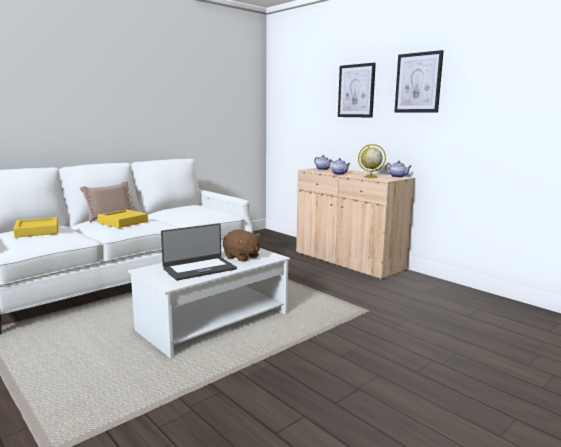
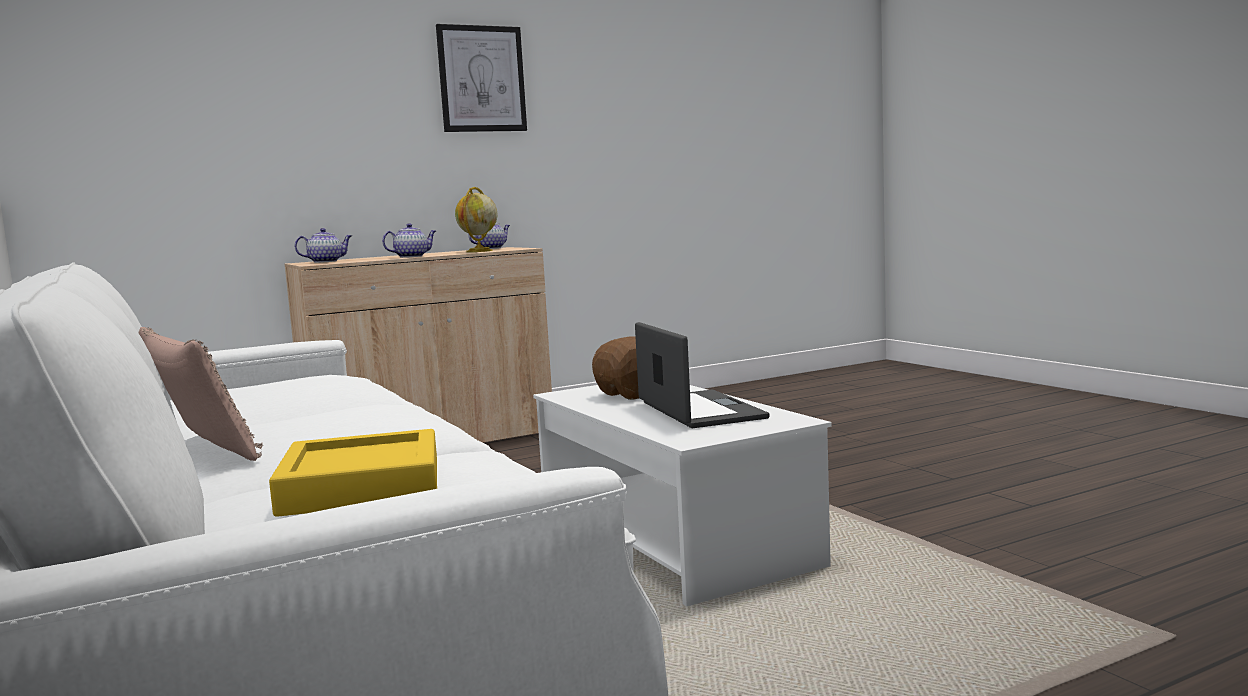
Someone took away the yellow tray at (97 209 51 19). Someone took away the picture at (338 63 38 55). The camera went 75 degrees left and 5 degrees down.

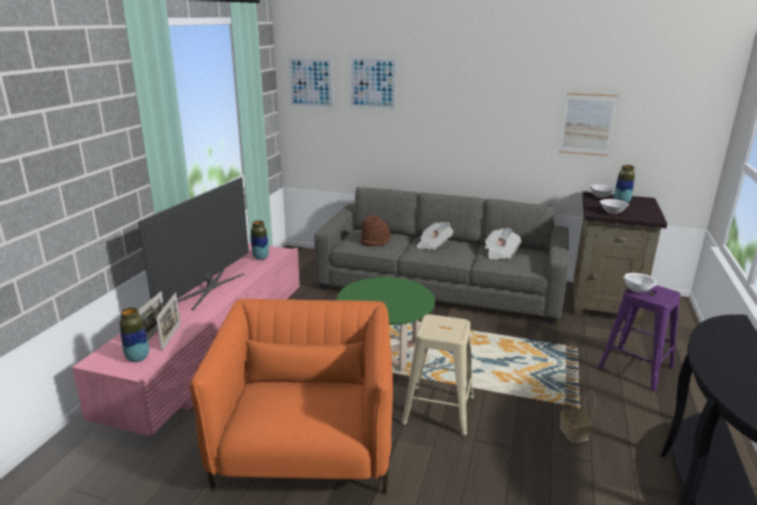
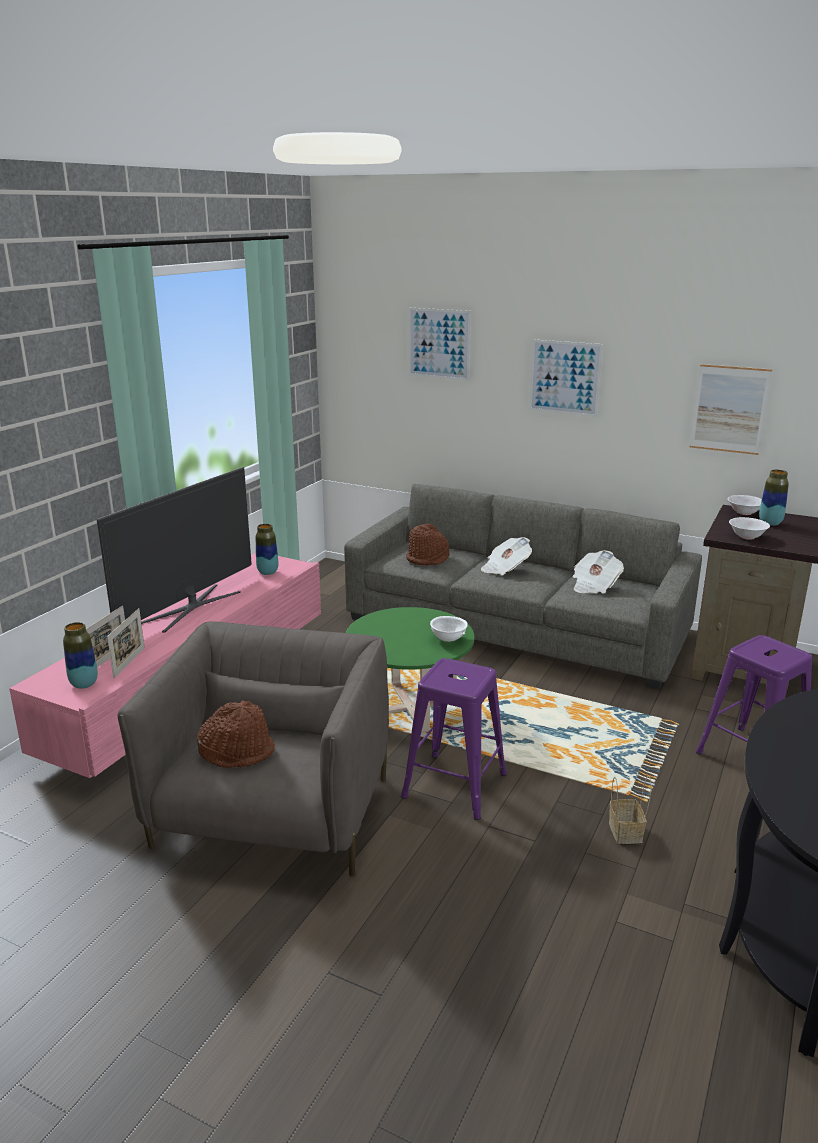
Someone repainted the orange armchair at (190 299 203 195), which became the grey armchair at (118 621 271 256). Someone put down the brown hat at (197 700 78 68). Someone repainted the beige stool at (401 314 73 122), which became the purple stool at (401 658 106 162). Someone carried the white bowl from (623 273 34 20) to (430 616 38 26). Someone carried the picture from (288 57 46 51) to (529 339 74 78). The camera went 10 degrees right and 0 degrees up.

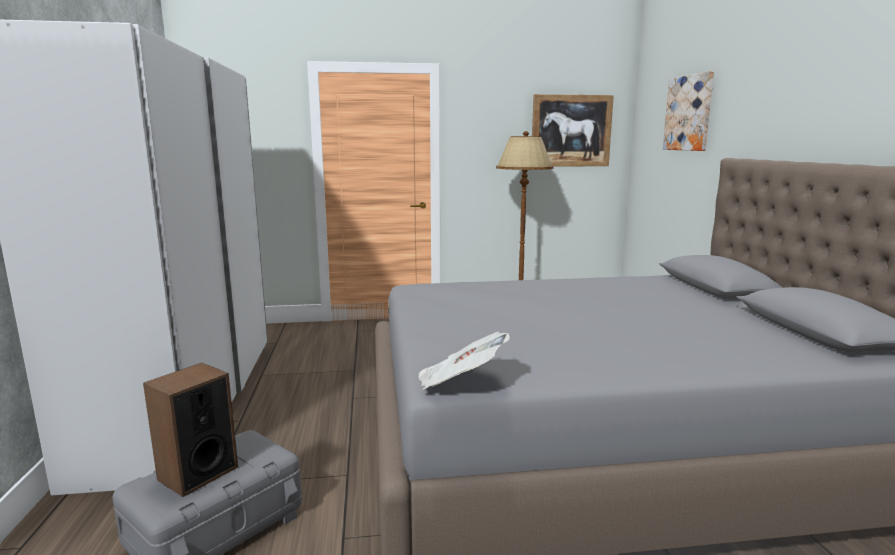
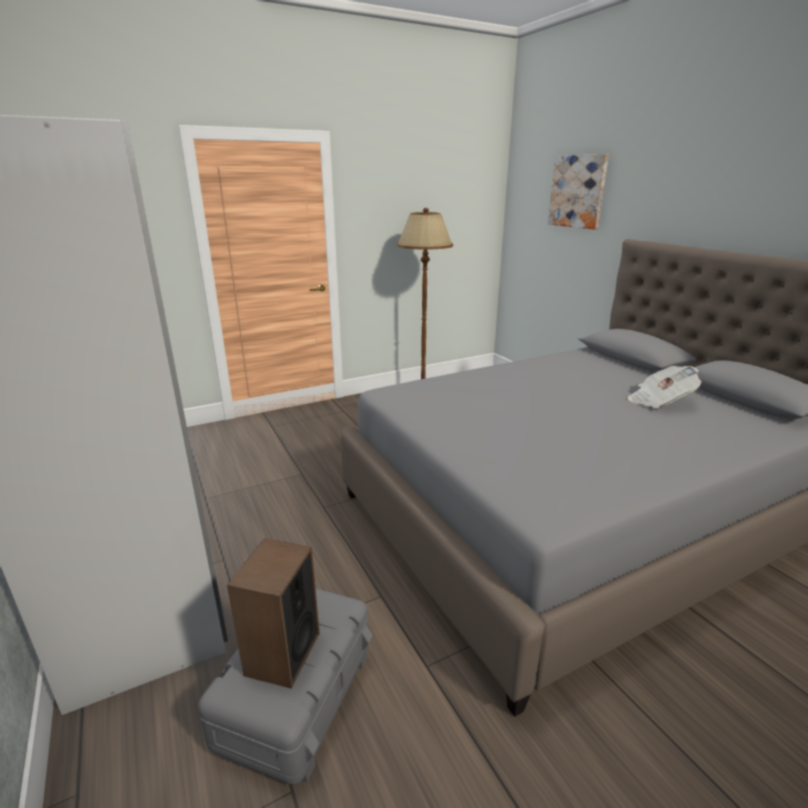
Someone carried the newspaper from (419 332 91 58) to (627 366 74 42). Someone took away the picture at (532 94 82 73). The camera went 20 degrees left and 10 degrees up.

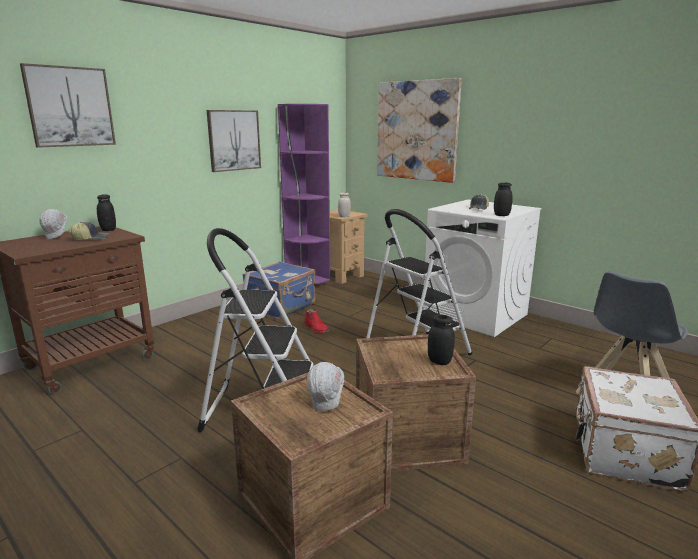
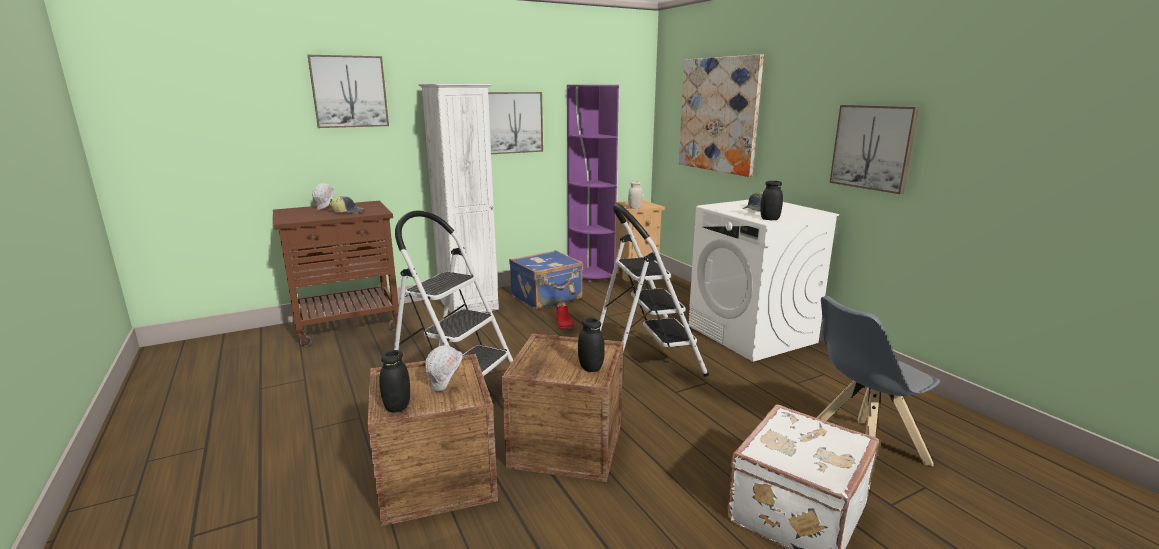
Someone carried the black jar from (97 194 19 37) to (380 350 30 62). Someone put down the white cabinet at (418 84 81 229). Someone put up the picture at (830 105 89 89). The camera went 20 degrees right and 0 degrees up.

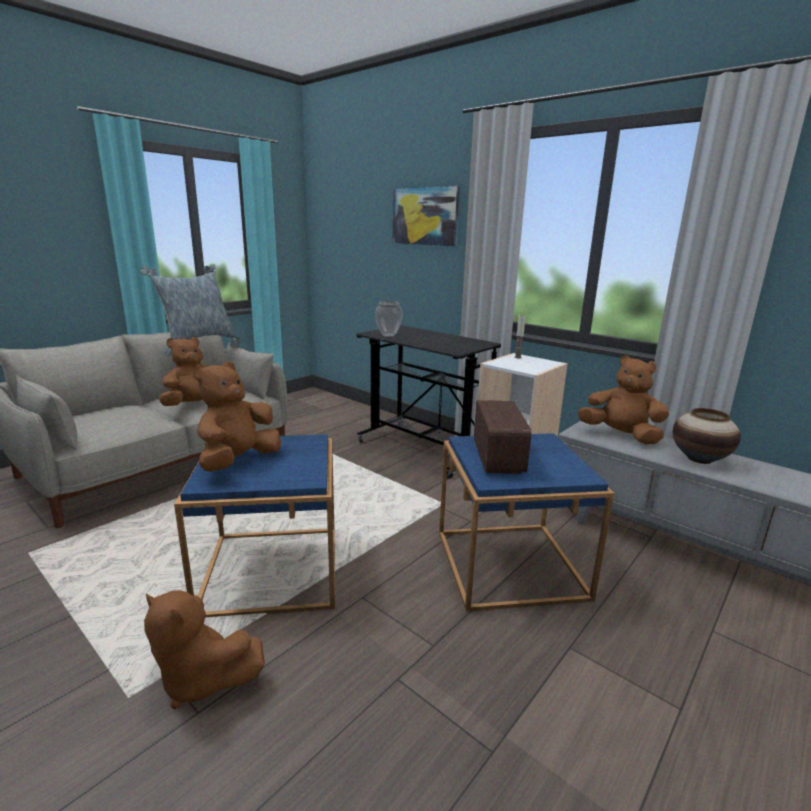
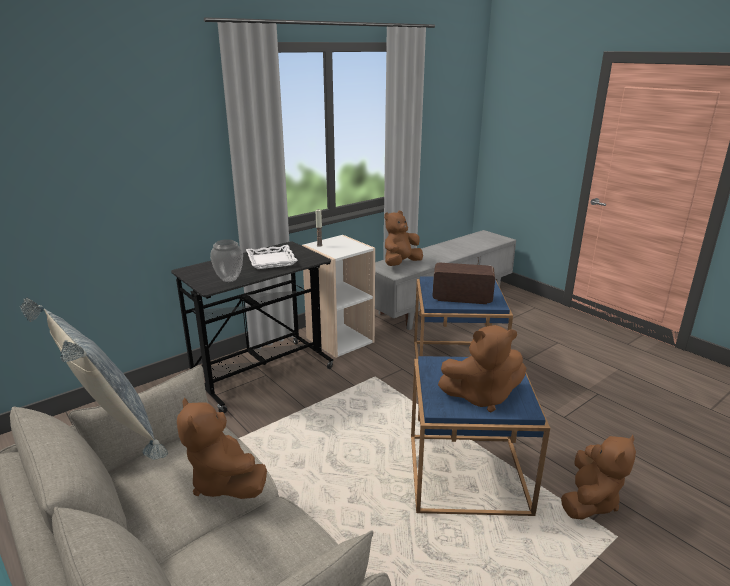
Someone put down the white tray at (246 245 52 24). Someone rotated the brown plush toy at (193 361 88 111) by 45 degrees counterclockwise. Someone took away the picture at (393 186 67 60). Someone took away the vase at (673 408 68 56). The camera went 80 degrees left and 5 degrees up.

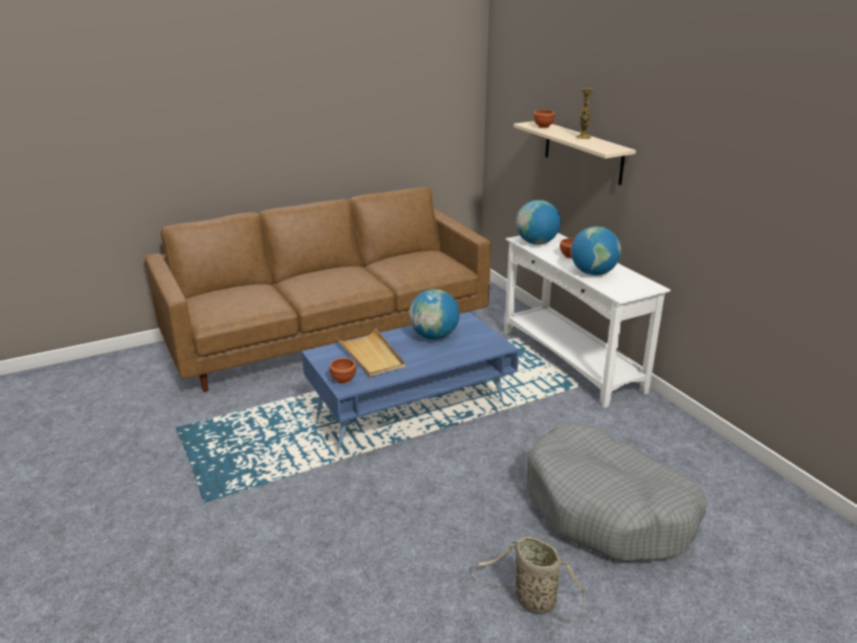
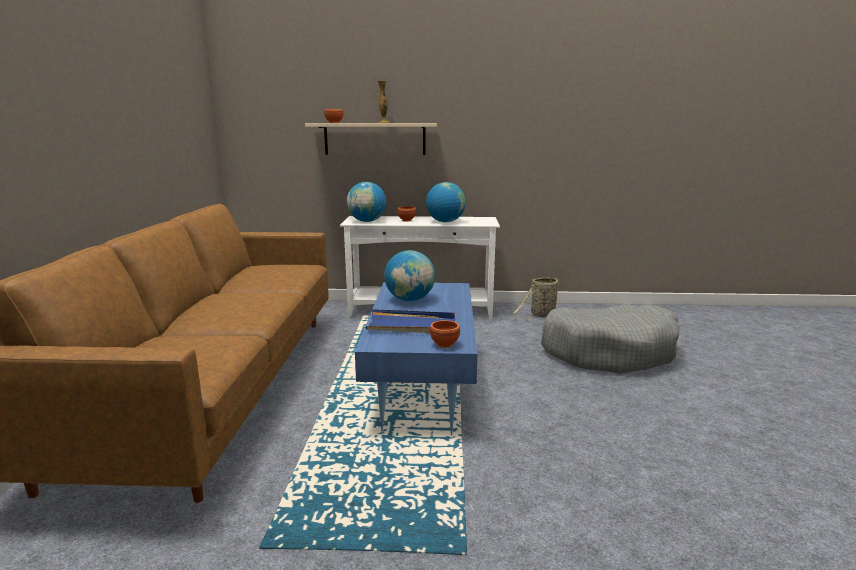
Someone repainted the beige tray at (337 328 69 49), which became the blue tray at (365 309 90 24). Someone carried the basket from (474 537 110 84) to (512 277 49 43). The camera went 60 degrees left and 10 degrees down.

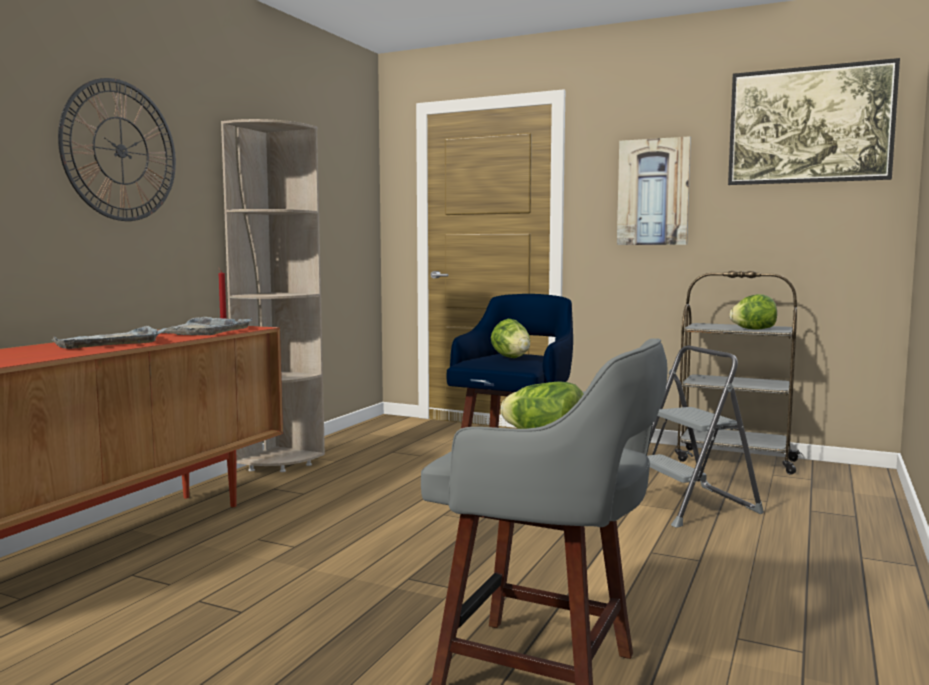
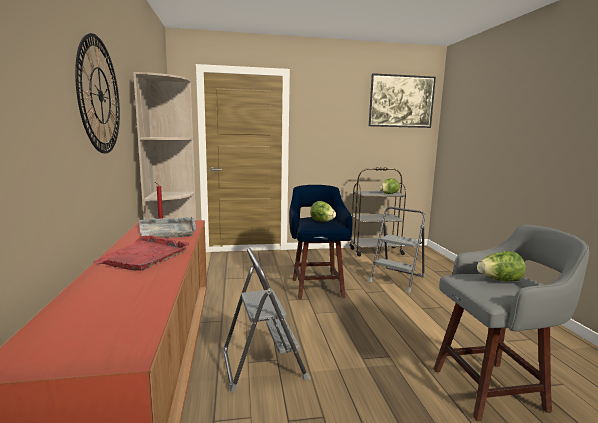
Someone repainted the grey tray at (52 326 110 23), which became the red tray at (93 236 96 35). Someone put down the grey step ladder at (223 248 88 145). Someone took away the picture at (617 136 74 109). The camera went 35 degrees left and 5 degrees up.

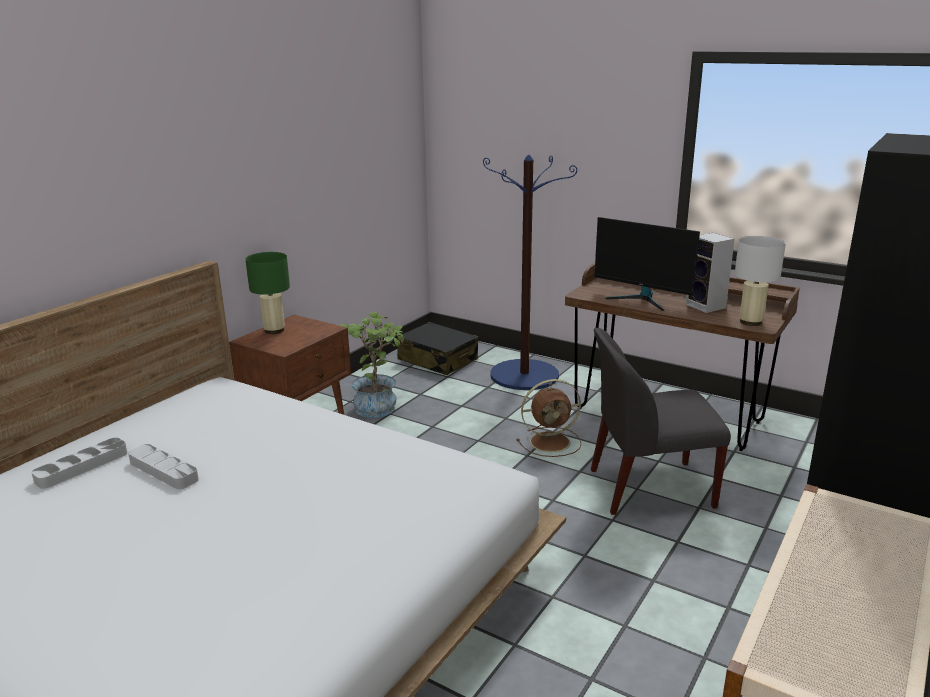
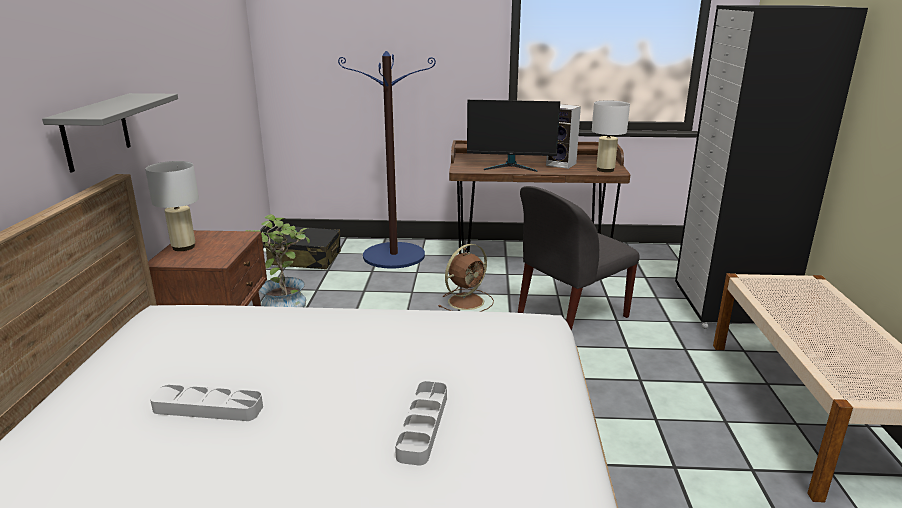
Someone put up the grey shelf at (42 93 136 79). Someone repainted the green table lamp at (246 252 44 82), which became the white table lamp at (145 161 54 90). Someone carried the grey tray from (31 437 96 52) to (395 381 52 85). The camera went 30 degrees left and 0 degrees up.

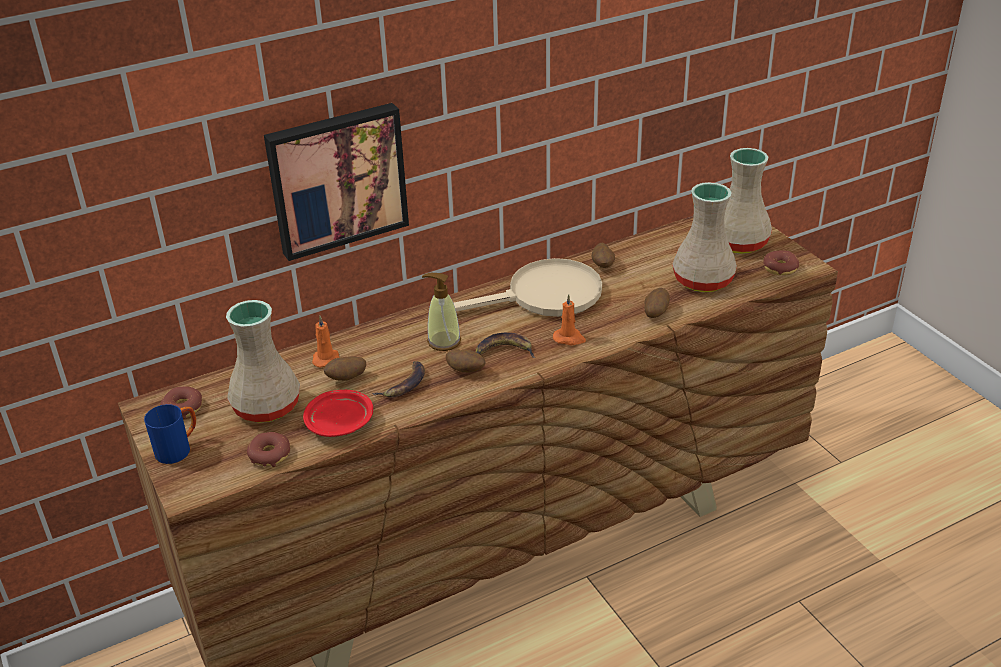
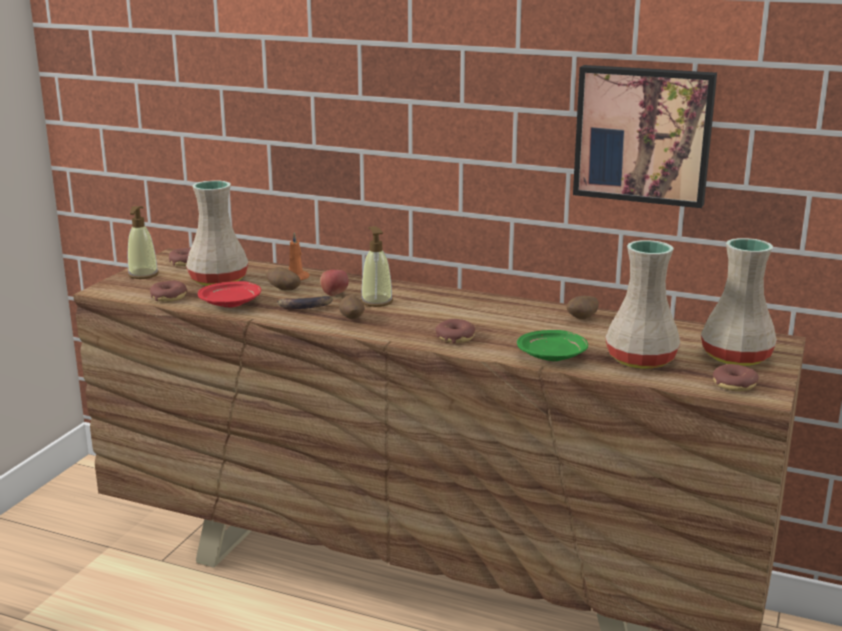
Someone swapped the blue mug at (144 404 52 60) for the soap dispenser at (128 206 31 73). Someone put down the apple at (320 270 29 26). Someone swapped the orange candle at (553 294 33 51) for the donut at (436 319 39 25). Someone swapped the potato at (644 288 26 30) for the green plate at (517 330 71 31). Someone carried the picture from (264 103 145 158) to (573 65 144 143). Someone took away the beige frying pan at (454 258 148 59). Someone took away the banana at (476 333 59 25). The camera went 50 degrees right and 15 degrees down.

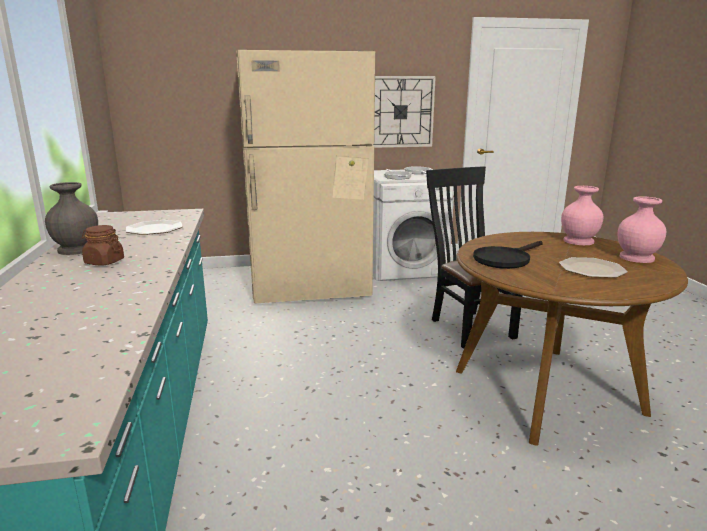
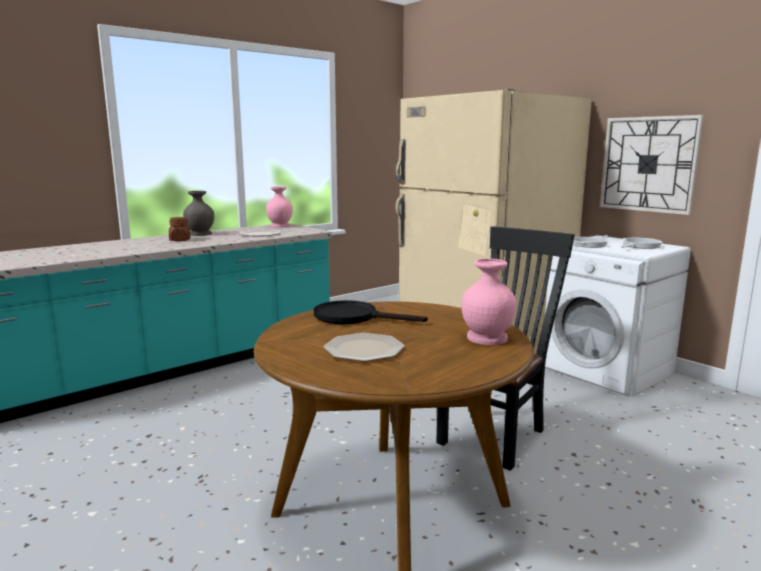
Someone carried the pink vase from (618 196 49 67) to (266 186 27 42). The camera went 60 degrees right and 5 degrees down.

